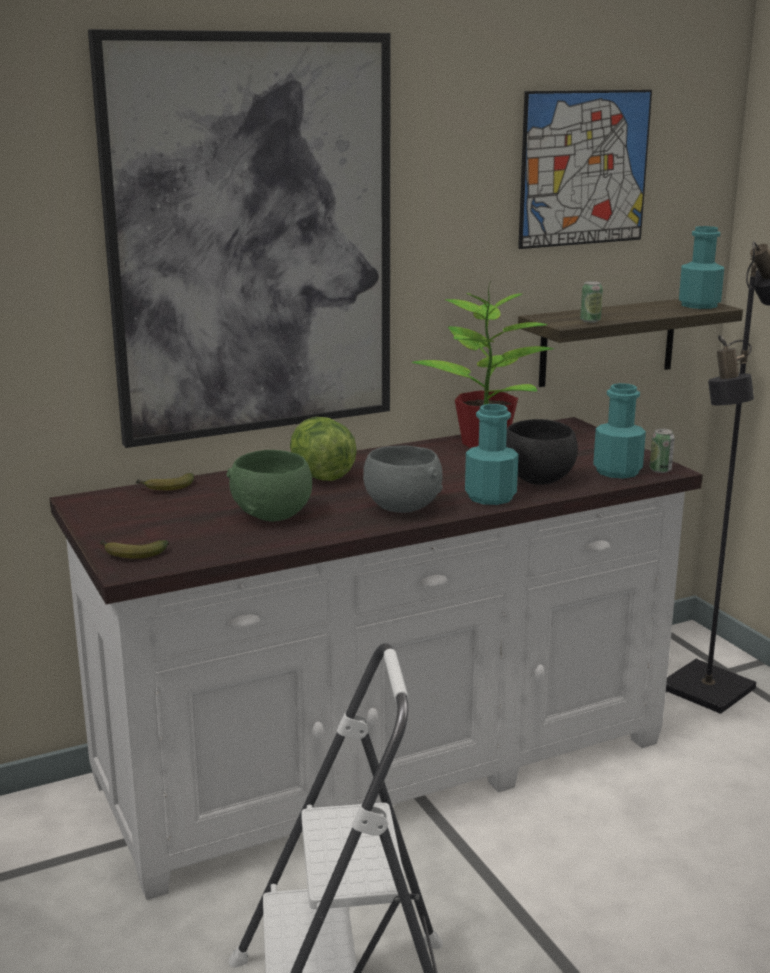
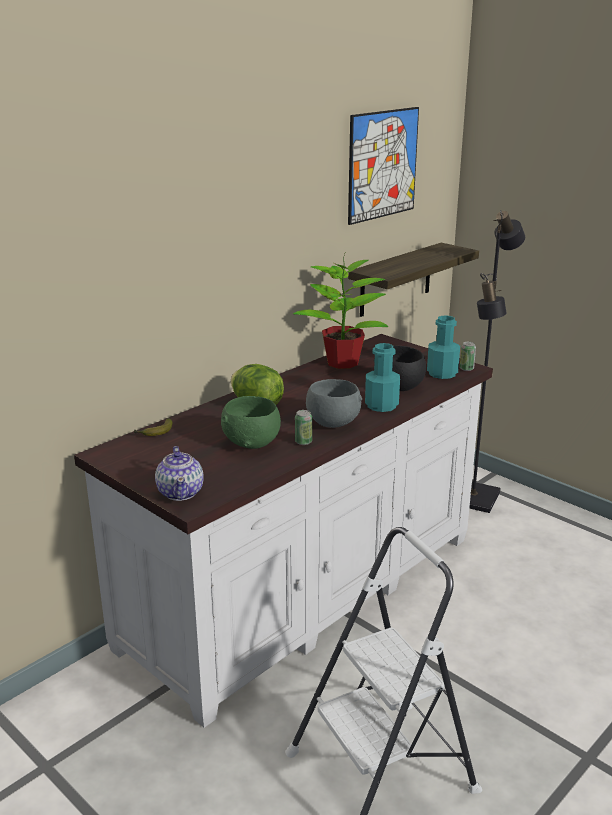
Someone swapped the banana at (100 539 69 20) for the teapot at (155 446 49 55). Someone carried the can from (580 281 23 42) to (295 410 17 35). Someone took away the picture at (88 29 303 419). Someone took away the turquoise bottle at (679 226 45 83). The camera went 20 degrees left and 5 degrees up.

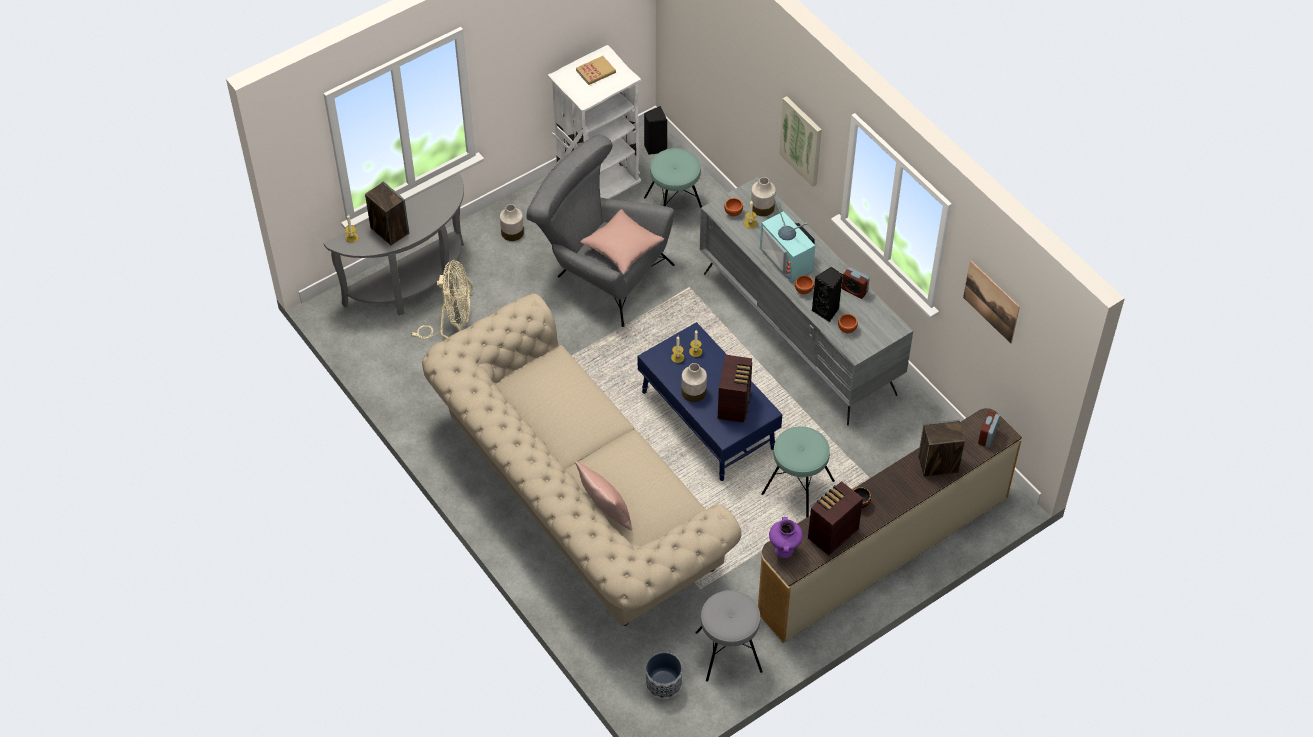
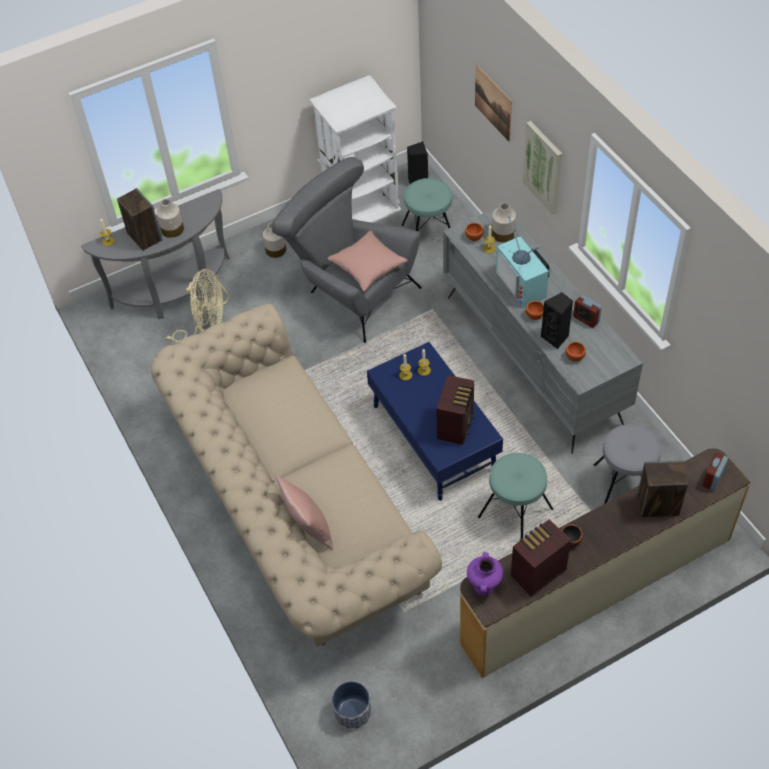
Someone carried the beige vase from (681 363 26 39) to (156 199 28 39). Someone carried the picture from (963 261 57 82) to (475 64 37 78). Someone carried the grey stool from (695 590 68 92) to (594 424 67 80). Someone took away the book at (576 56 40 29). The camera went 10 degrees right and 0 degrees up.

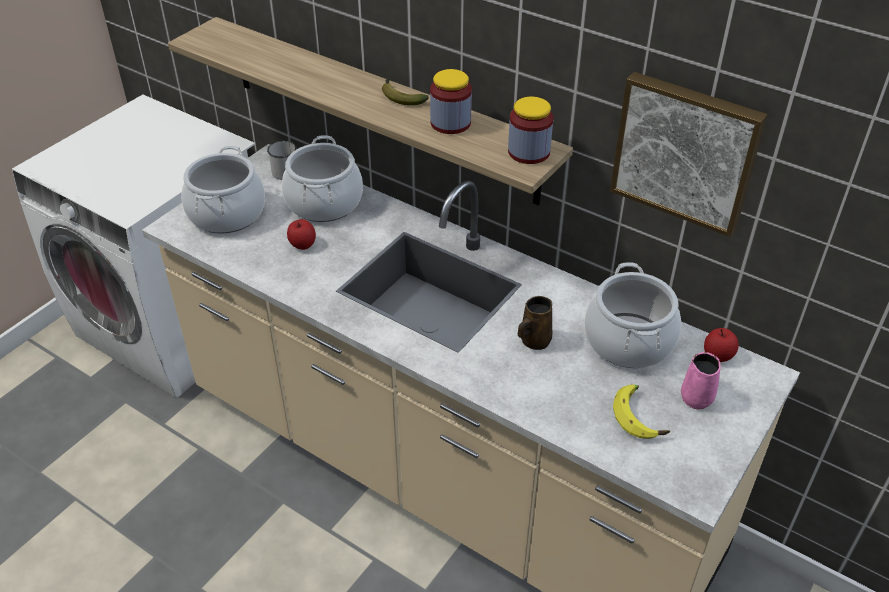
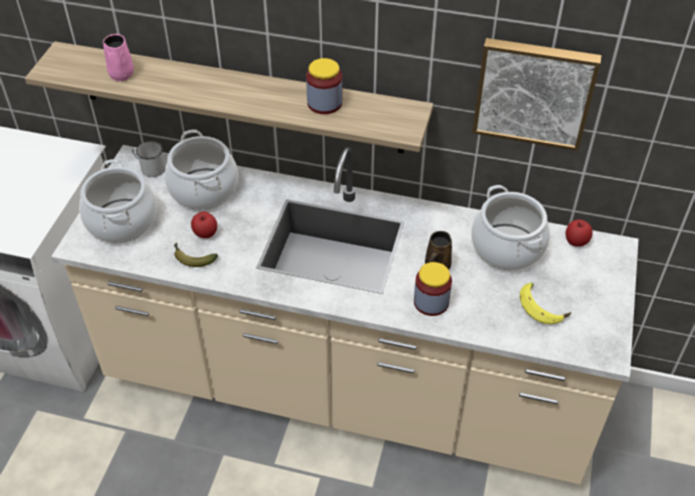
Someone carried the pink mug from (681 352 40 58) to (103 34 31 47). Someone carried the banana from (382 78 47 27) to (174 243 44 24). Someone carried the jar from (508 97 45 67) to (414 262 38 54). The camera went 20 degrees left and 5 degrees up.

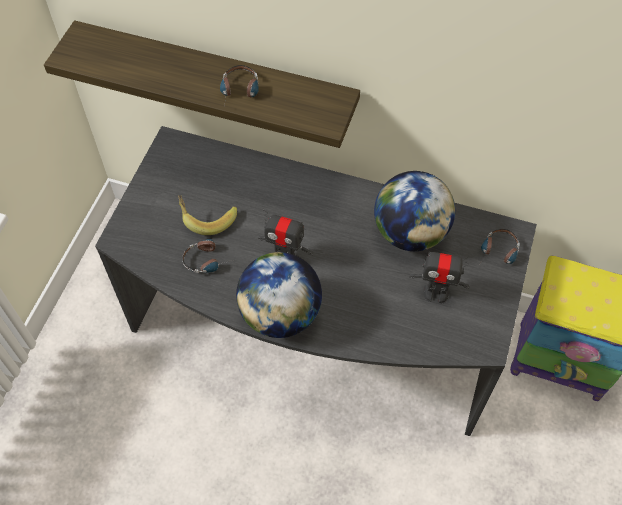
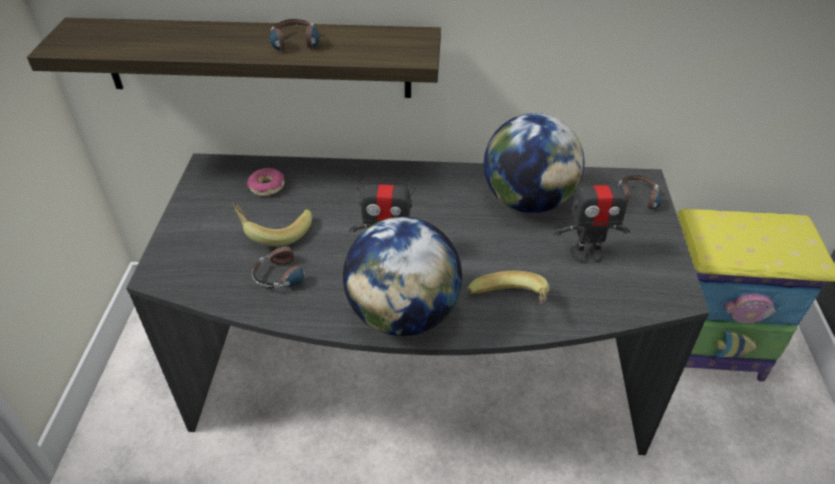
Someone put down the donut at (247 168 38 28). Someone put down the banana at (467 271 83 33). The camera went 15 degrees left and 15 degrees down.

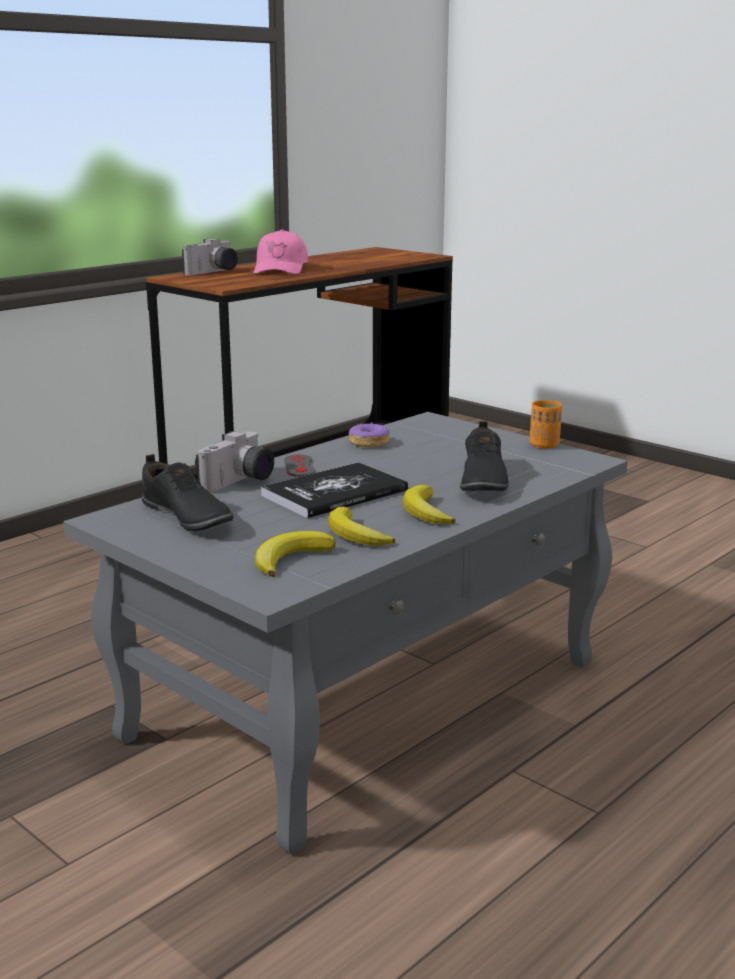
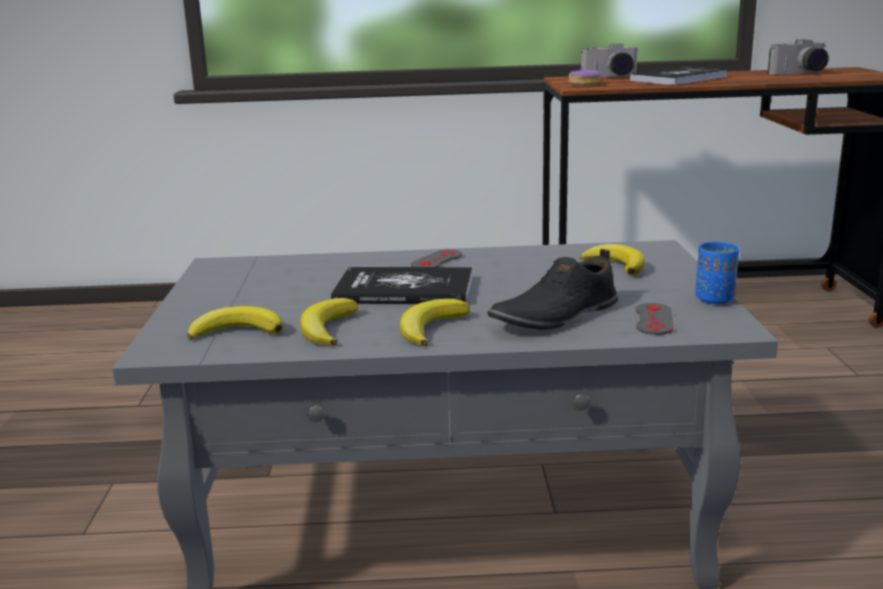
Someone carried the donut from (348 422 42 26) to (569 69 32 17). Someone put down the banana at (580 244 65 31). Someone swapped the pink cap at (253 229 55 45) for the book at (629 67 99 18). Someone put down the grey game controller at (636 303 38 32). Someone repainted the orange cup at (530 400 32 49), which became the blue cup at (695 242 44 62). Someone carried the photo camera from (195 431 79 62) to (768 39 61 36). Someone took away the black shoe at (142 454 92 77). The camera went 45 degrees right and 0 degrees up.

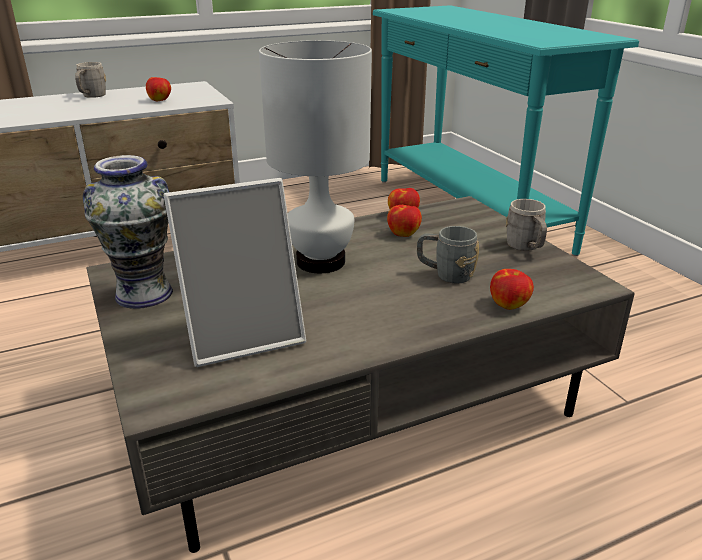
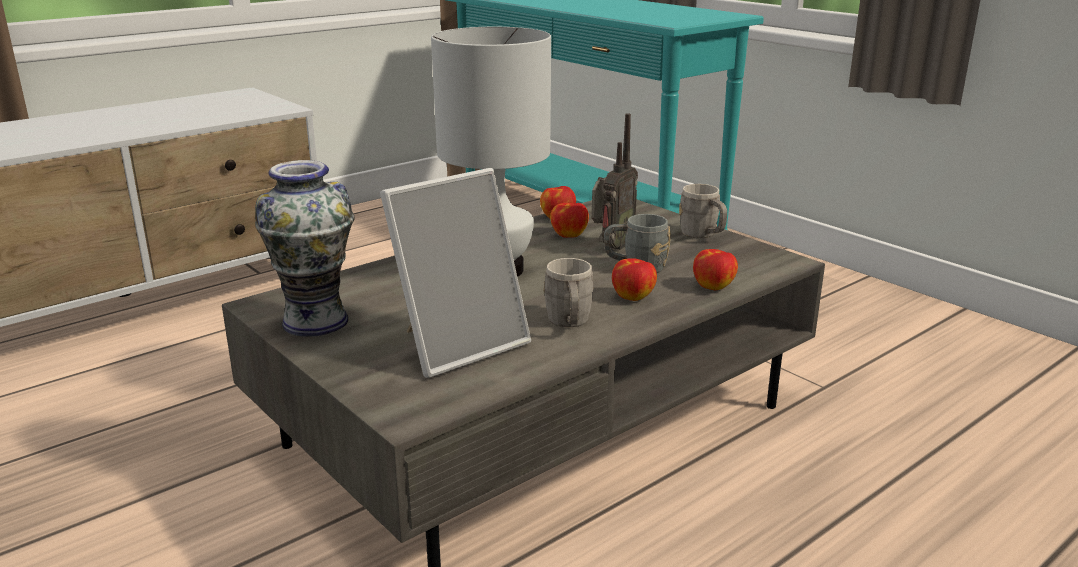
Someone carried the grey mug from (75 62 31 36) to (543 258 51 69). Someone put down the radio at (592 113 46 137). Someone carried the apple from (146 77 25 24) to (612 258 45 43). The camera went 15 degrees left and 5 degrees down.

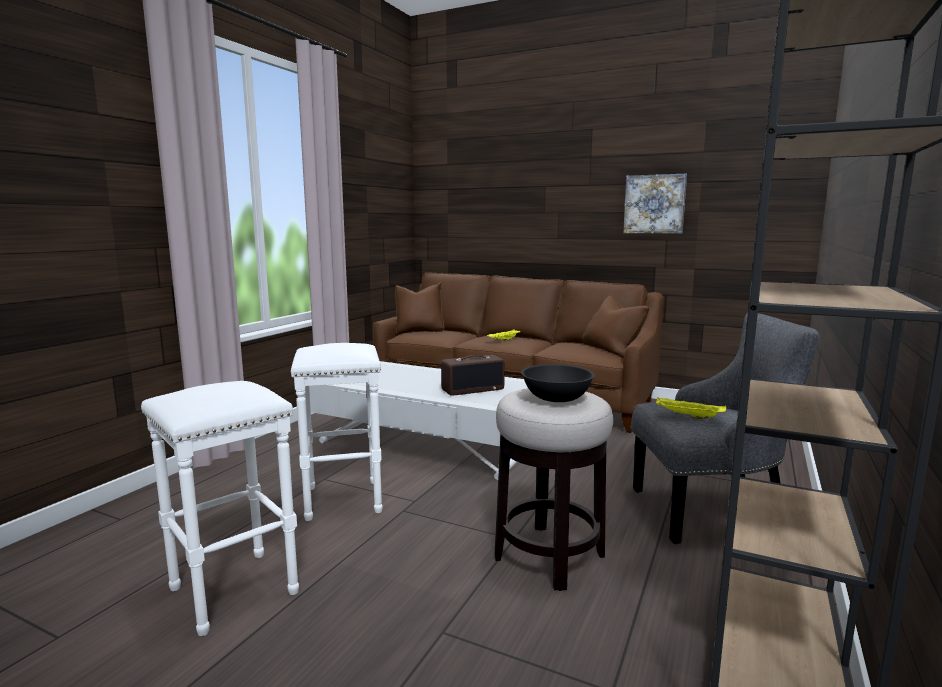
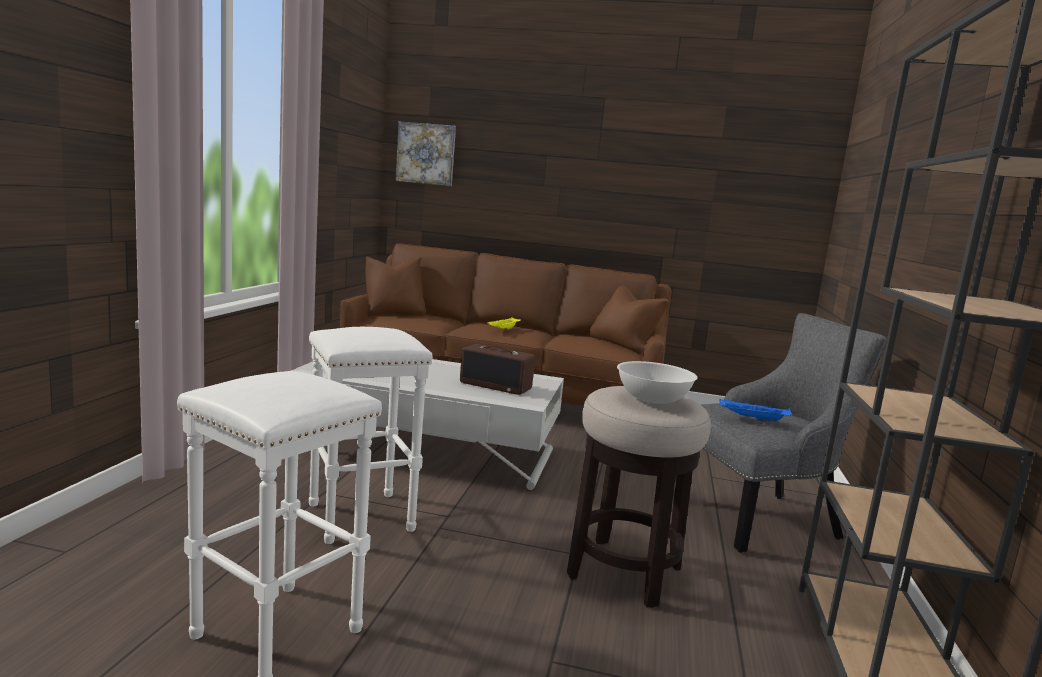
Someone carried the picture from (623 174 64 60) to (395 121 61 65). Someone rotated the radio at (441 355 64 41) by 60 degrees clockwise. Someone repainted the black bowl at (521 364 74 38), which became the white bowl at (617 361 81 43). Someone repainted the yellow tray at (656 397 70 22), which became the blue tray at (719 399 73 23). The camera went 15 degrees left and 0 degrees up.

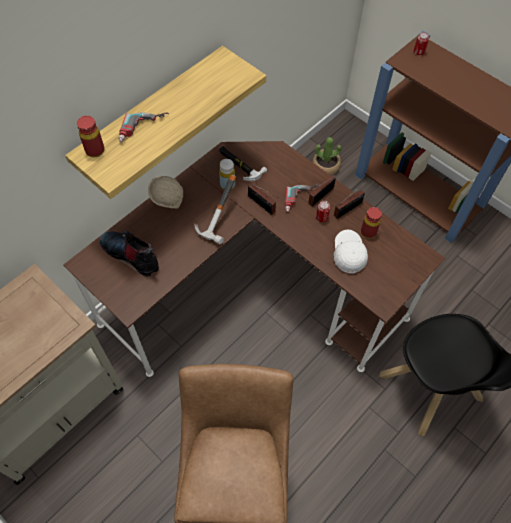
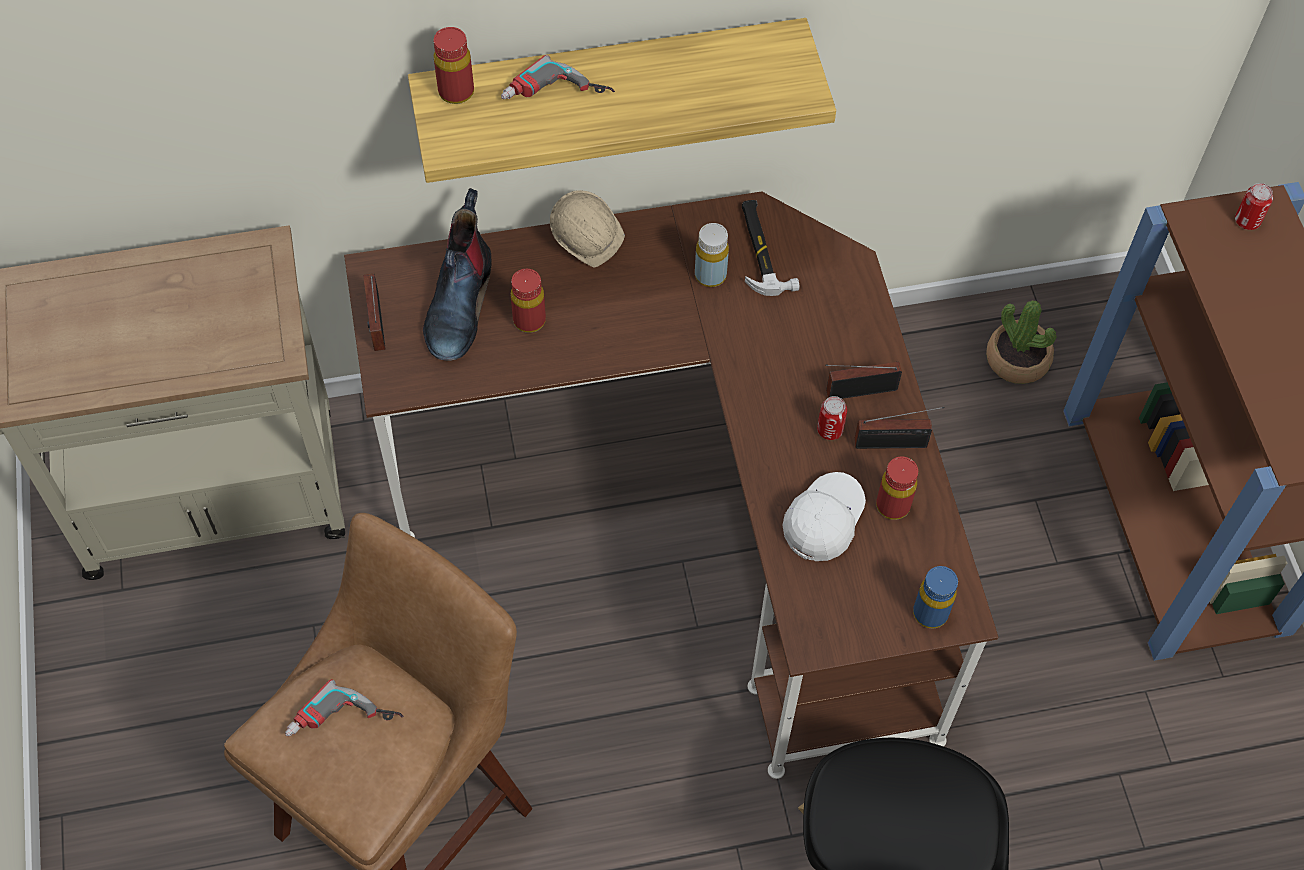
Someone carried the power drill from (285 183 35 29) to (285 679 119 57). Someone carried the radio from (248 183 31 32) to (363 274 23 77). Someone rotated the boot at (100 231 59 46) by 150 degrees counterclockwise. Someone put down the red bottle at (511 269 35 64). Someone put down the blue bottle at (913 566 45 62). Someone took away the hammer at (194 175 42 69). The camera went 35 degrees right and 0 degrees up.

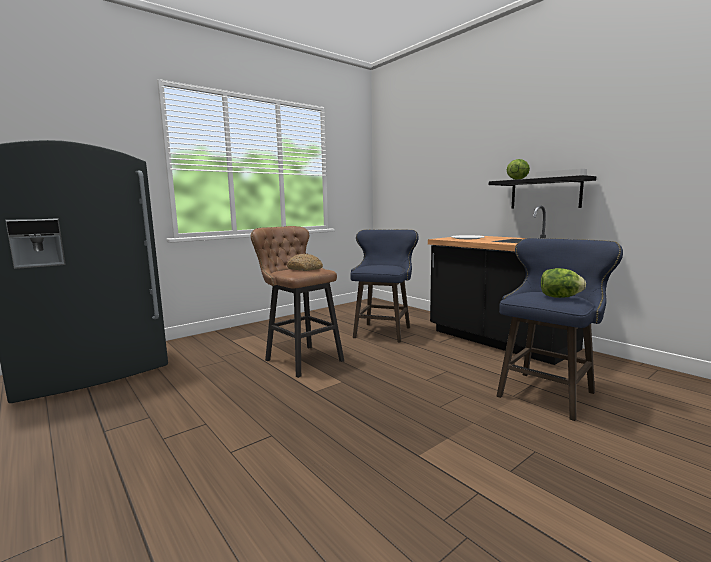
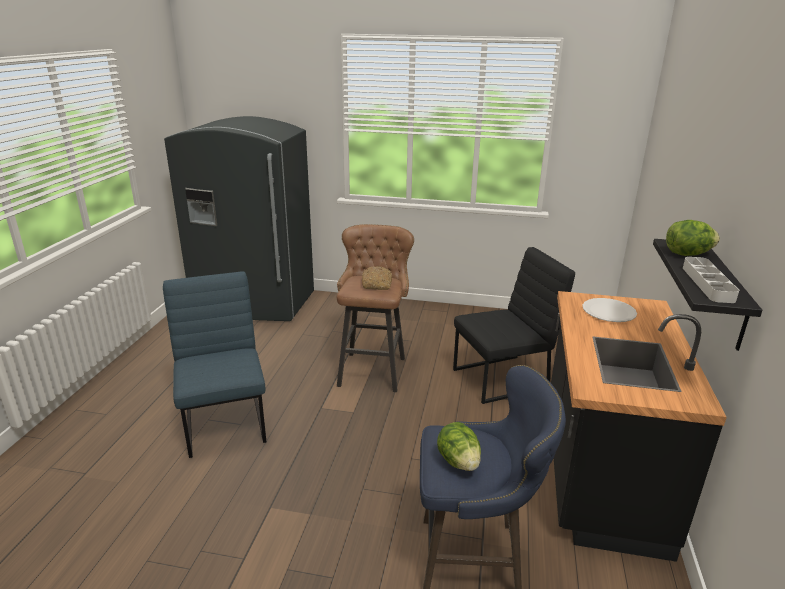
Someone put down the blue chair at (163 271 103 187). Someone swapped the blue stool at (350 229 69 114) for the black chair at (453 247 122 157). The camera went 50 degrees right and 15 degrees up.

